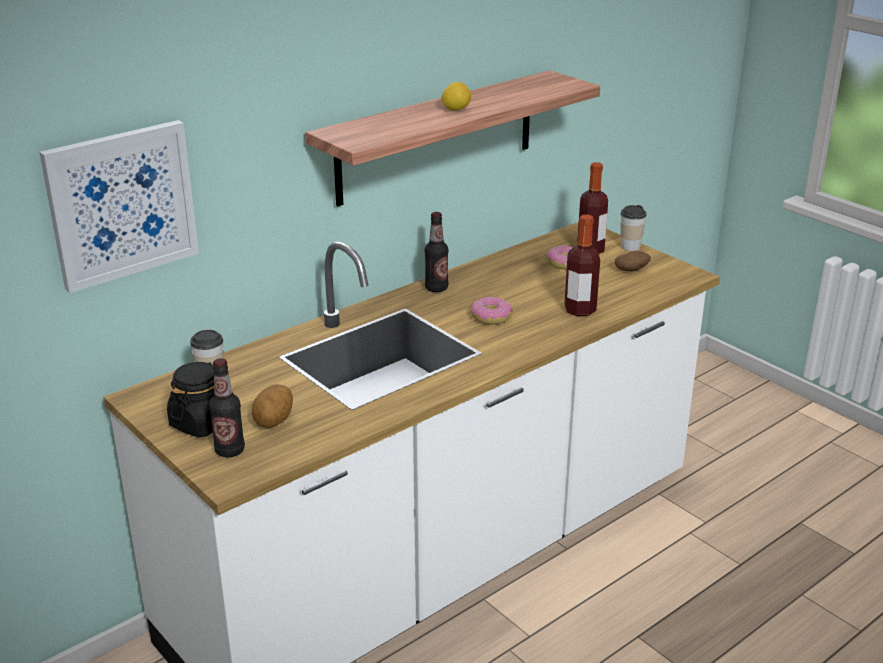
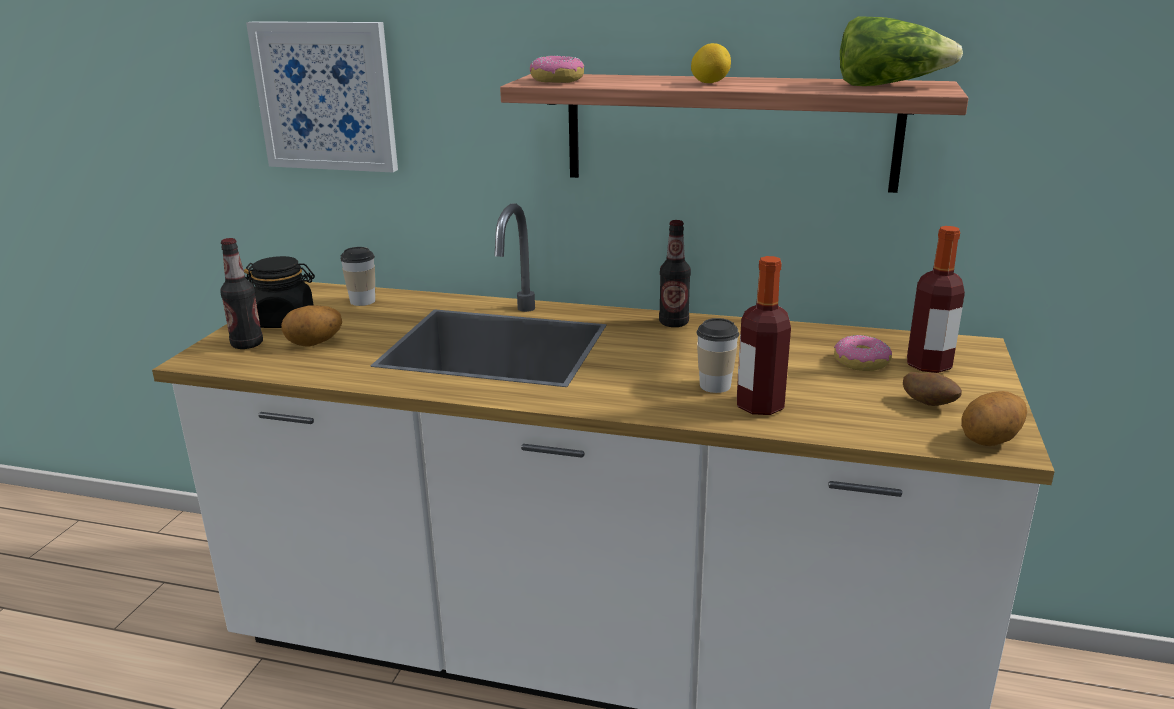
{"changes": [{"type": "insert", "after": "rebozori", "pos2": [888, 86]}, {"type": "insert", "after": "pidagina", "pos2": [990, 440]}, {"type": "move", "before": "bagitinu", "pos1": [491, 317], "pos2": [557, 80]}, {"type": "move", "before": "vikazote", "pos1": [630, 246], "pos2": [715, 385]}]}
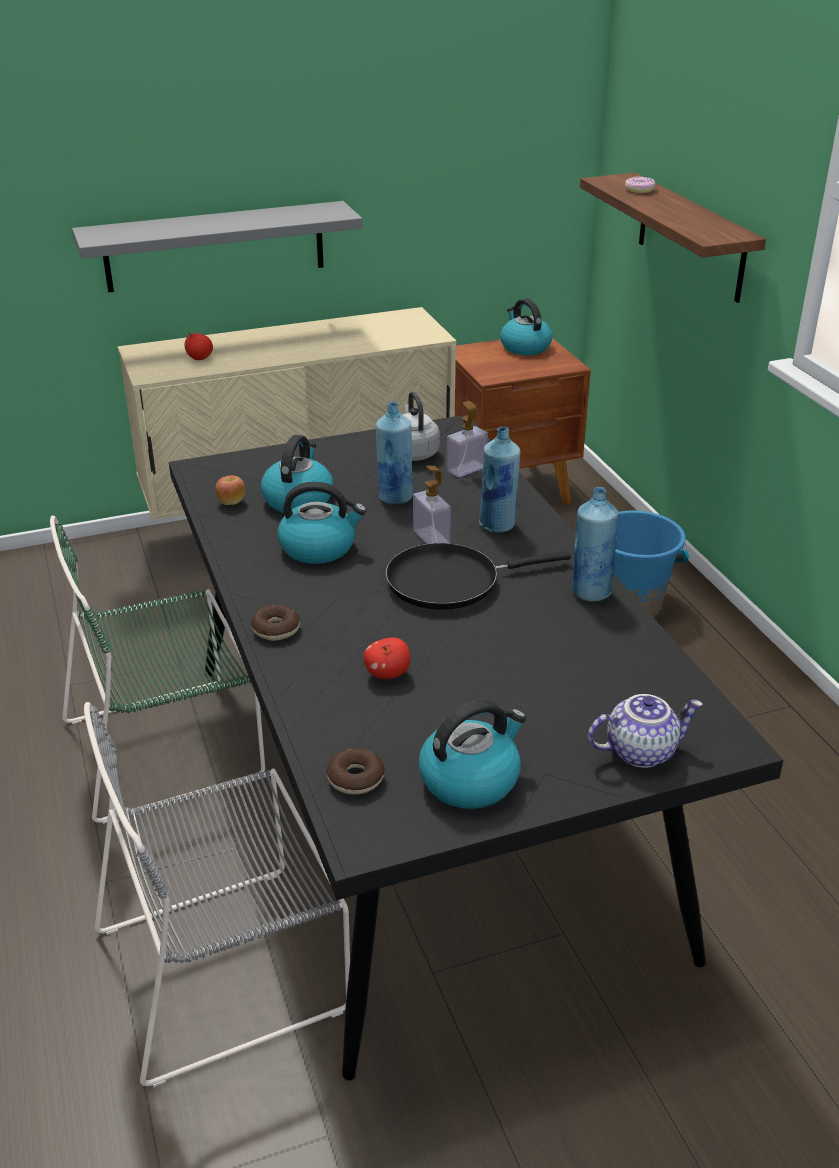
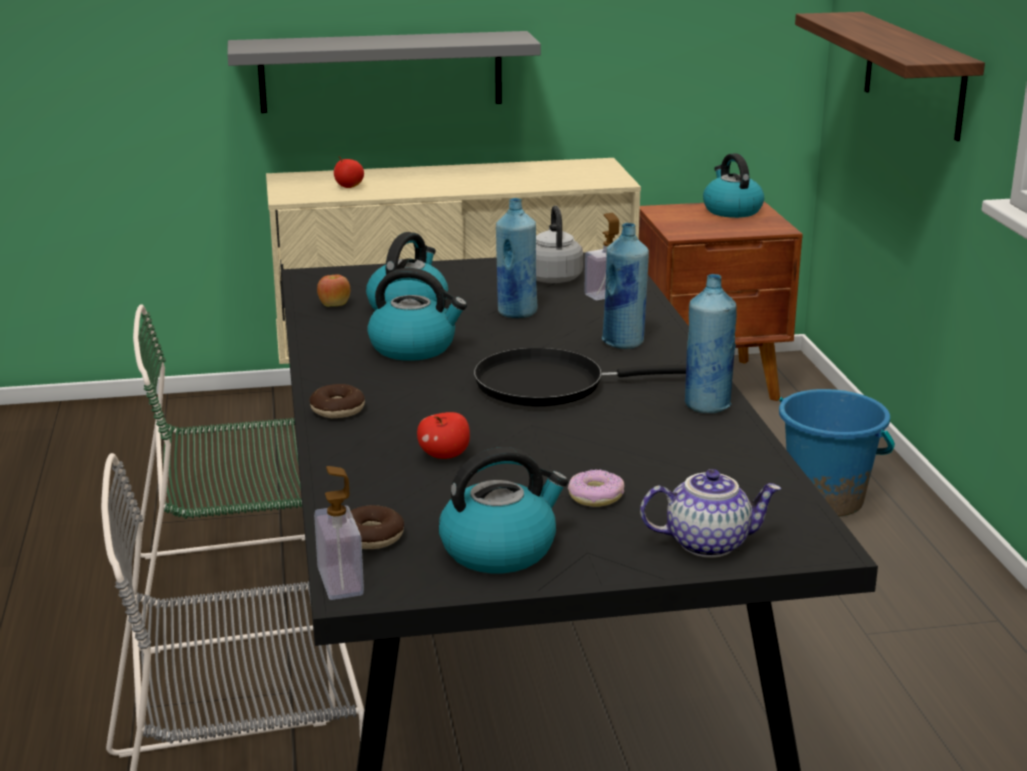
{"changes": [{"type": "move", "before": "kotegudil", "pos1": [431, 537], "pos2": [340, 582]}, {"type": "move", "before": "bagitinu", "pos1": [639, 190], "pos2": [595, 496]}]}
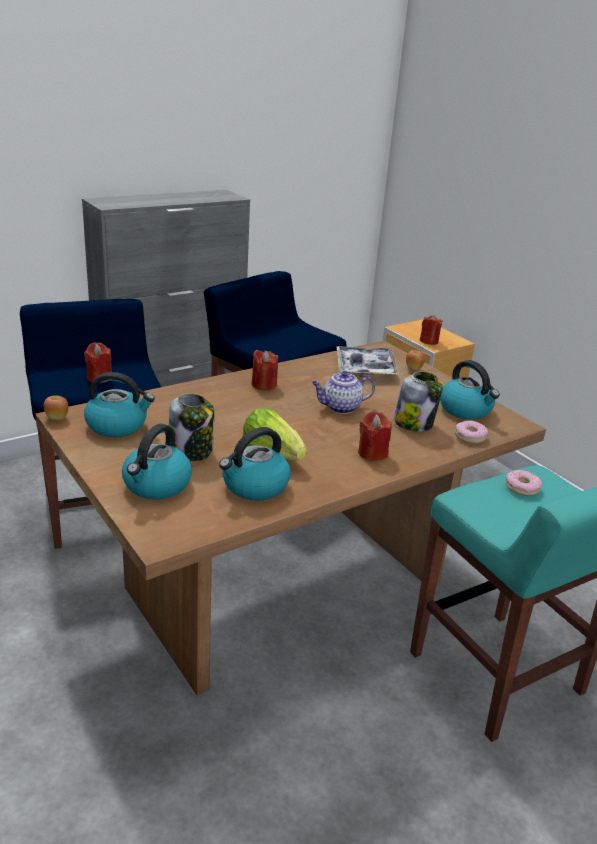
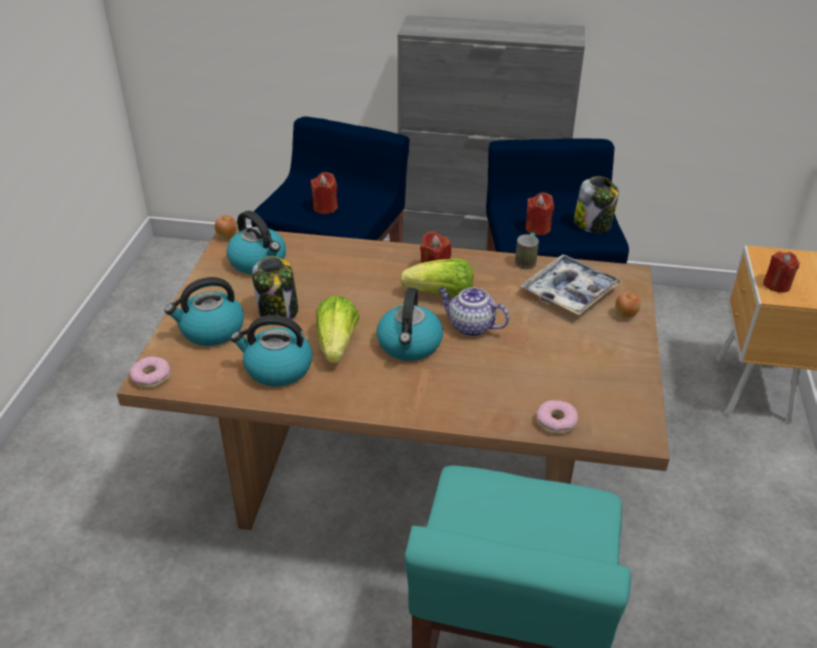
{"changes": [{"type": "insert", "after": "rebozori", "pos2": [441, 295]}, {"type": "insert", "after": "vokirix", "pos2": [526, 261]}, {"type": "move", "before": "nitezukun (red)", "pos1": [372, 453], "pos2": [538, 228]}, {"type": "move", "before": "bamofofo", "pos1": [414, 423], "pos2": [593, 224]}, {"type": "move", "before": "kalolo", "pos1": [466, 410], "pos2": [409, 345]}, {"type": "move", "before": "bagitinu", "pos1": [522, 487], "pos2": [151, 377]}]}
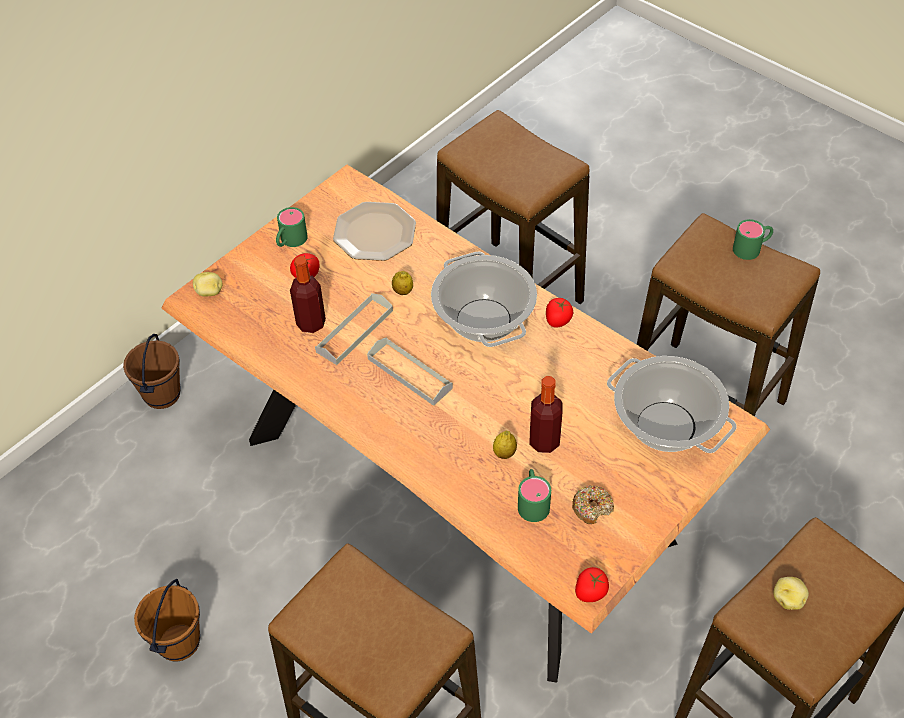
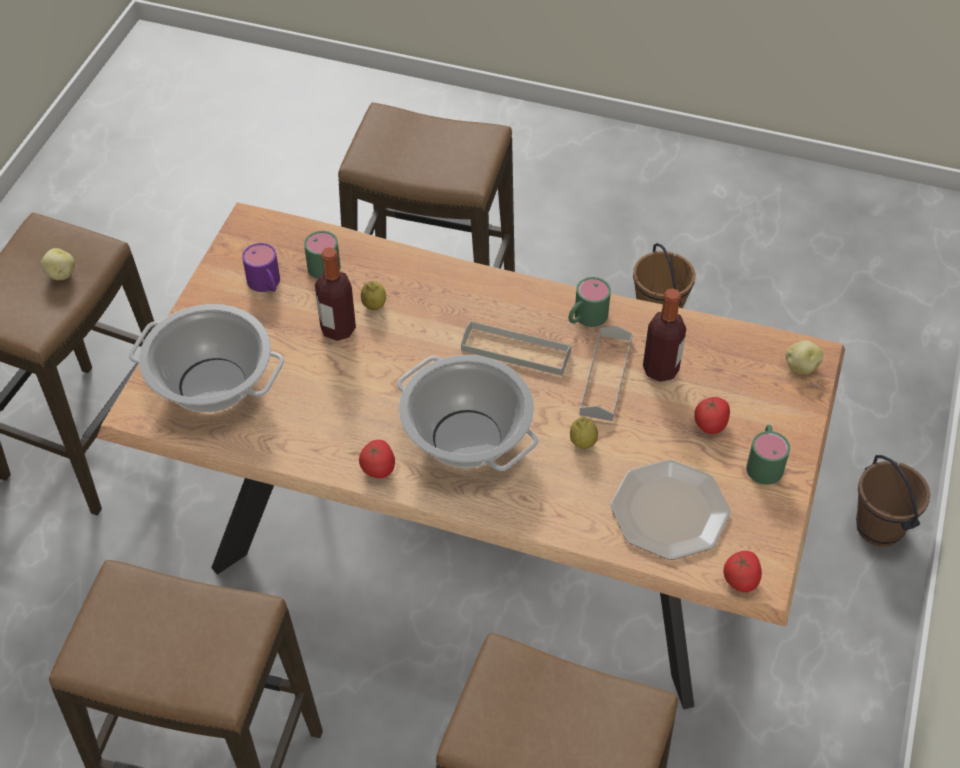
{"changes": [{"type": "move", "before": "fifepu", "pos1": [590, 592], "pos2": [740, 579]}, {"type": "move", "before": "vokirix (green)", "pos1": [752, 248], "pos2": [585, 318]}, {"type": "replace", "before": "bagitinu", "after": "vokirix (purple)", "pos1": [592, 508], "pos2": [266, 285]}]}
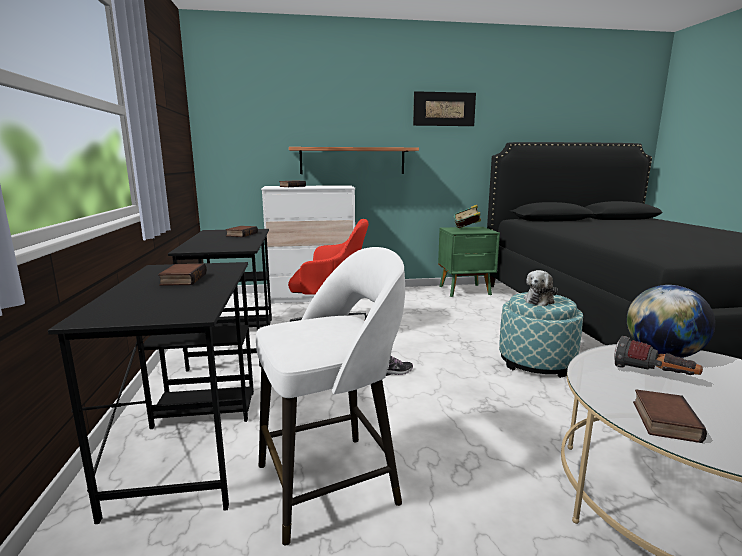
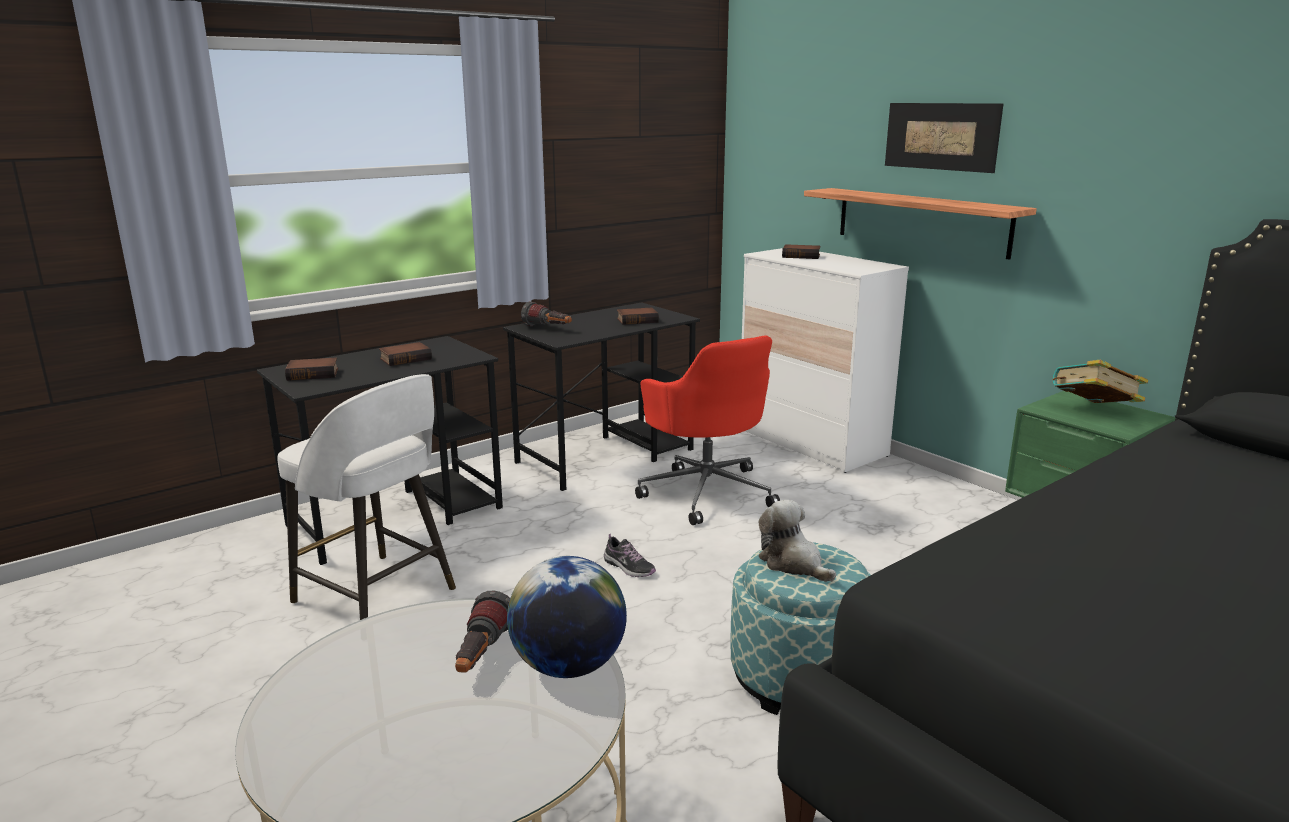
{"changes": [{"type": "insert", "after": "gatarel", "pos2": [548, 329]}, {"type": "move", "before": "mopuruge", "pos1": [444, 109], "pos2": [941, 136]}, {"type": "move", "before": "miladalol", "pos1": [662, 420], "pos2": [314, 374]}, {"type": "rotate", "before": "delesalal", "pos1": [539, 300], "pos2": [793, 563], "turn": 45}]}
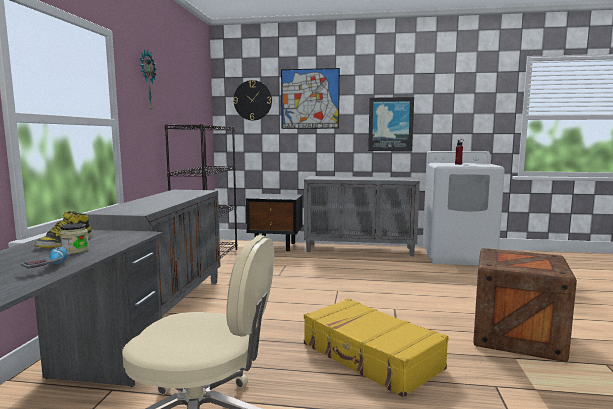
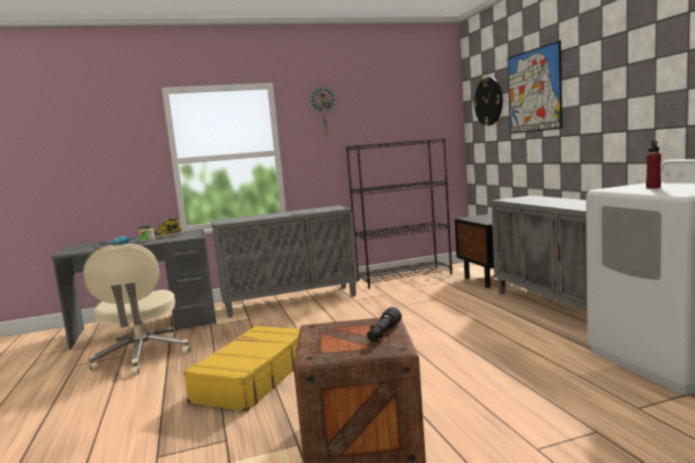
{"changes": [{"type": "delete", "before": "mopuruge", "pos1": [390, 124]}, {"type": "insert", "after": "gatarel (black)", "pos2": [383, 334]}]}
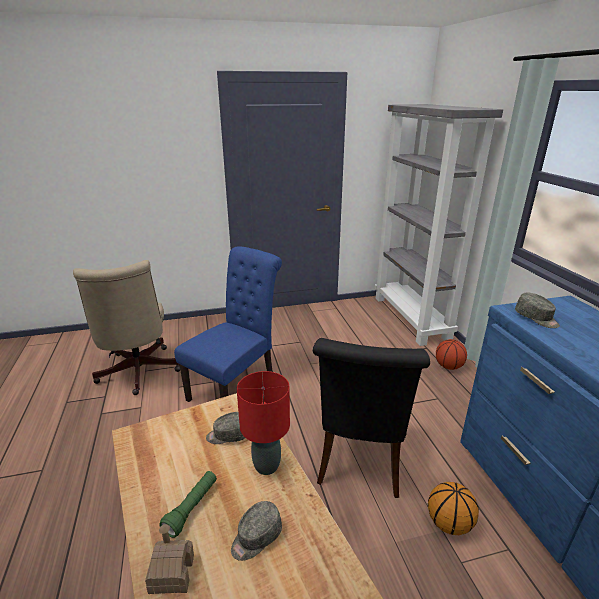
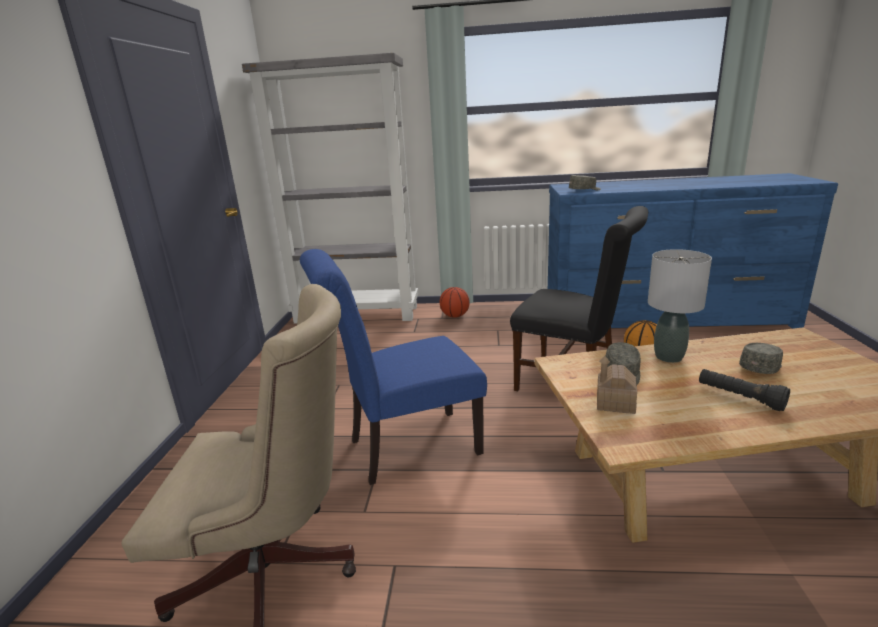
{"changes": [{"type": "move", "before": "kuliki", "pos1": [172, 573], "pos2": [615, 402]}, {"type": "recolor", "before": "gatarel (green)", "after": "gatarel (black)", "pos1": [192, 508], "pos2": [739, 398]}, {"type": "recolor", "before": "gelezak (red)", "after": "gelezak (grey)", "pos1": [266, 465], "pos2": [668, 357]}, {"type": "rotate", "before": "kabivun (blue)", "pos1": [236, 387], "pos2": [406, 448], "turn": -75}, {"type": "rotate", "before": "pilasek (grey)", "pos1": [256, 537], "pos2": [761, 367], "turn": -105}]}
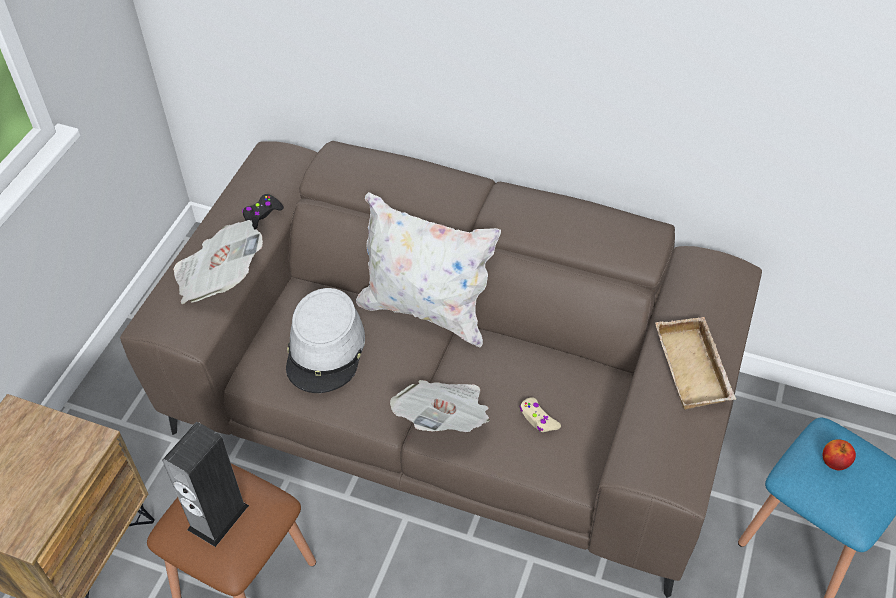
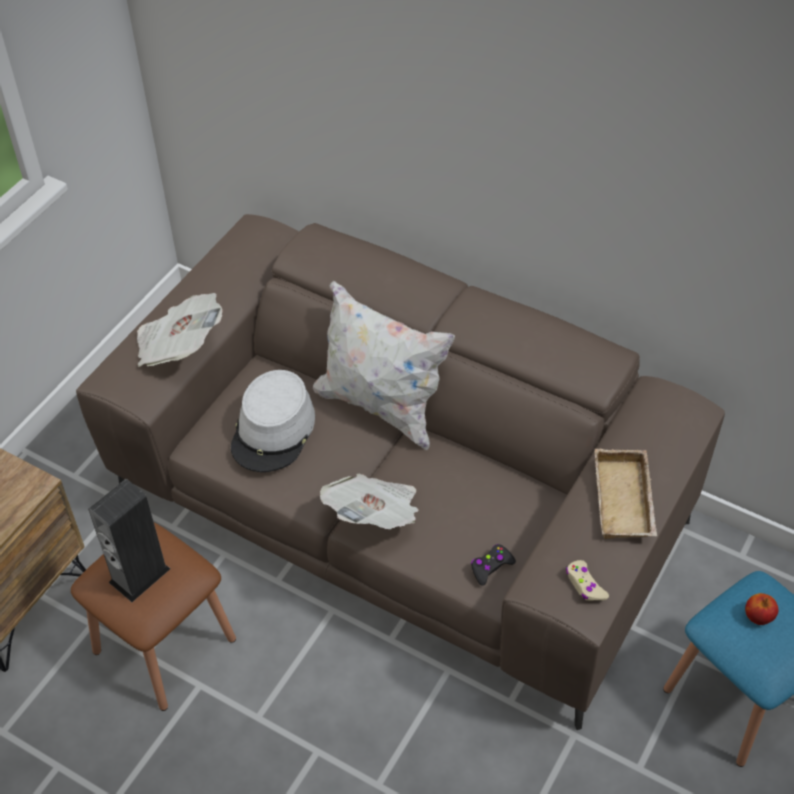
{"changes": [{"type": "move", "before": "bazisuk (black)", "pos1": [262, 214], "pos2": [491, 567]}, {"type": "move", "before": "bazisuk (beige)", "pos1": [538, 419], "pos2": [585, 585]}]}
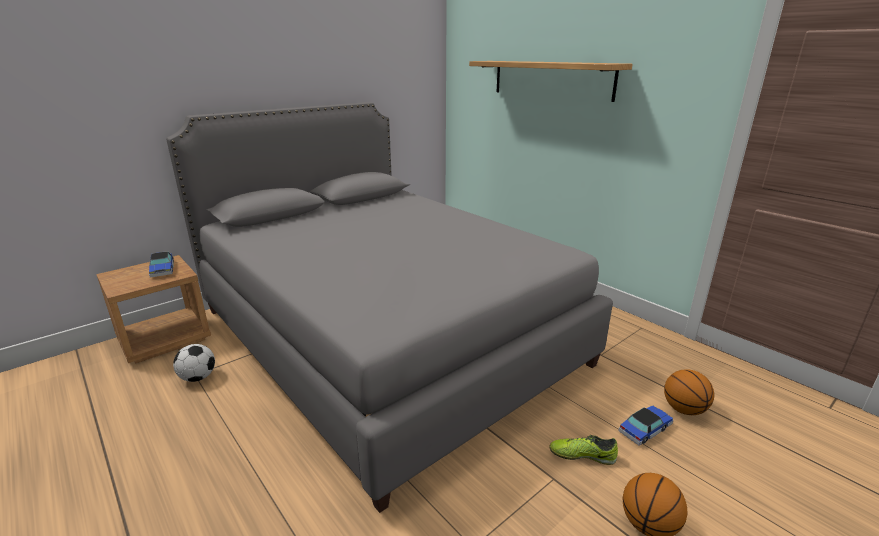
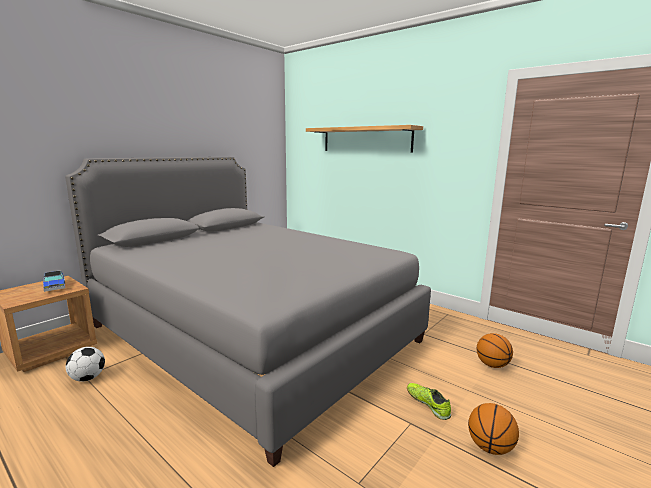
{"changes": [{"type": "delete", "before": "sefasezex", "pos1": [645, 429]}, {"type": "rotate", "before": "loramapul", "pos1": [582, 455], "pos2": [428, 404], "turn": 60}]}
